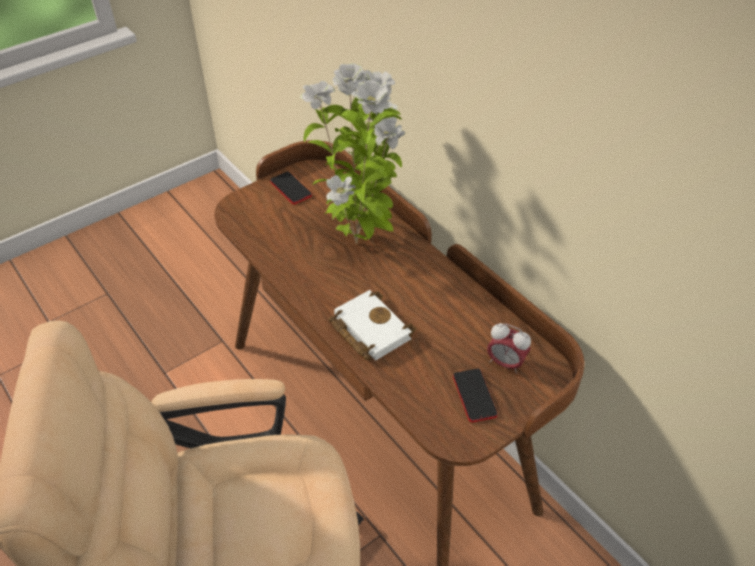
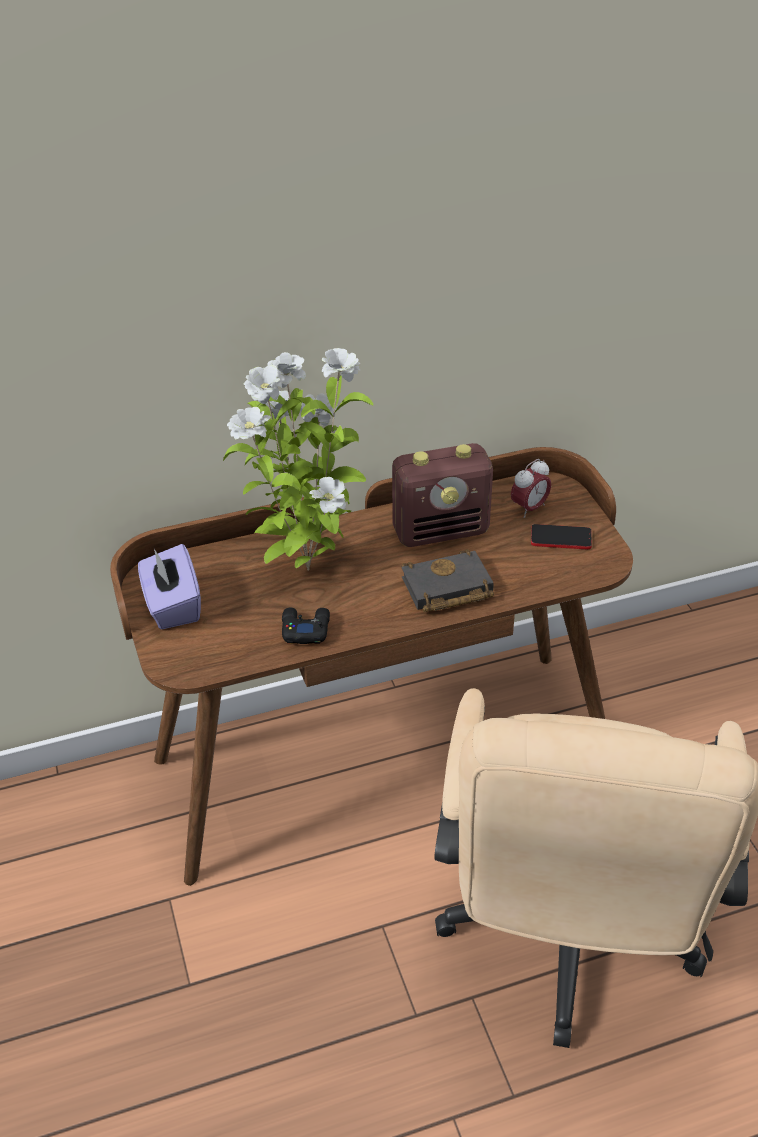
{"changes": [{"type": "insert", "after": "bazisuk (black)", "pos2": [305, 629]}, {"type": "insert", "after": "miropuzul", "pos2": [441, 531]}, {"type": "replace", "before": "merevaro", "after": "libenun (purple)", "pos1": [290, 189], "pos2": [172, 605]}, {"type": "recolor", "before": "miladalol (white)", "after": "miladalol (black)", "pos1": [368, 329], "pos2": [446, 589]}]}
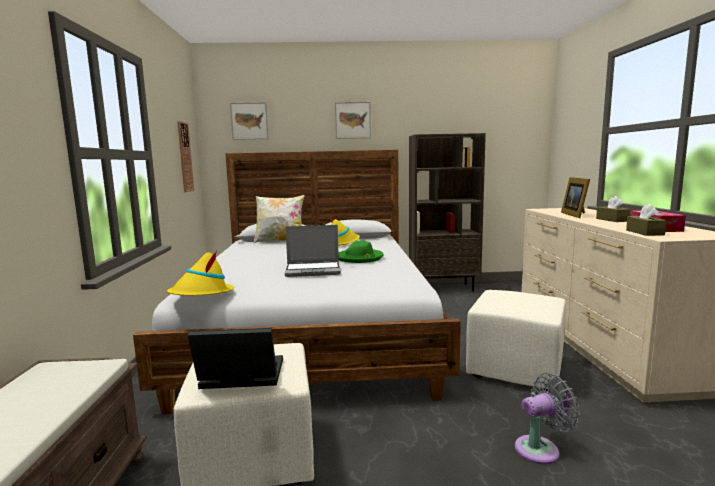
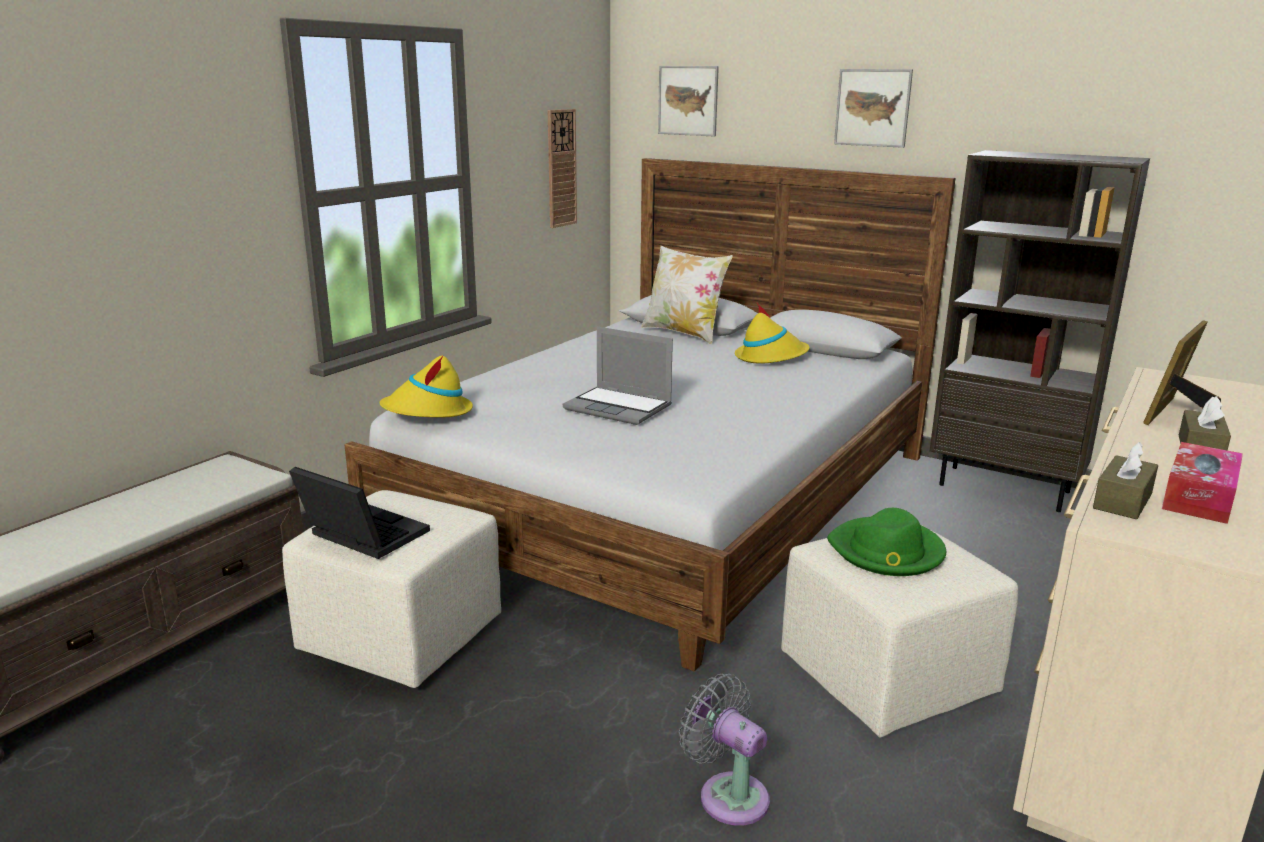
{"changes": [{"type": "move", "before": "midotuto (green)", "pos1": [360, 258], "pos2": [887, 551]}, {"type": "rotate", "before": "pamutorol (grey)", "pos1": [541, 449], "pos2": [728, 794], "turn": -150}]}
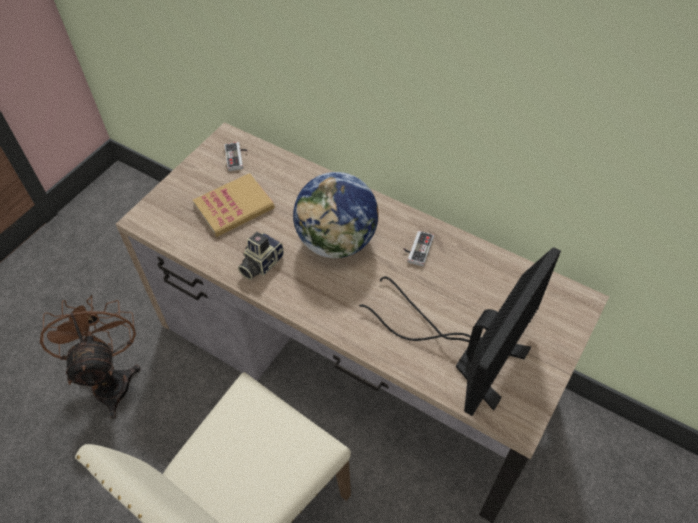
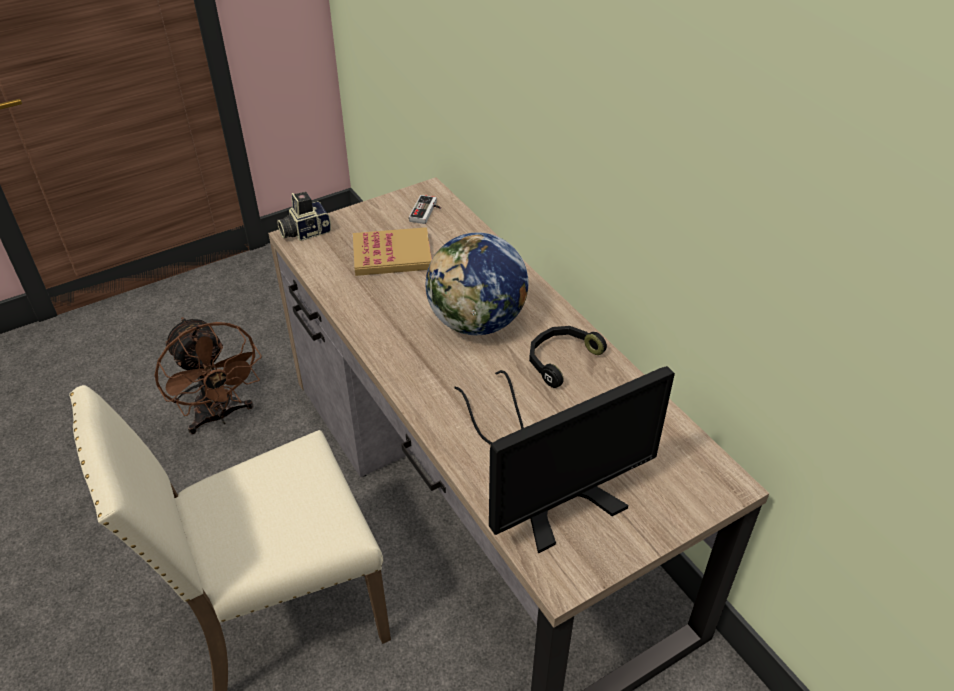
{"changes": [{"type": "move", "before": "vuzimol", "pos1": [260, 264], "pos2": [305, 231]}, {"type": "replace", "before": "bazisuk", "after": "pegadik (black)", "pos1": [416, 249], "pos2": [560, 359]}, {"type": "rotate", "before": "pamutorol (brown)", "pos1": [111, 379], "pos2": [220, 416], "turn": 135}]}
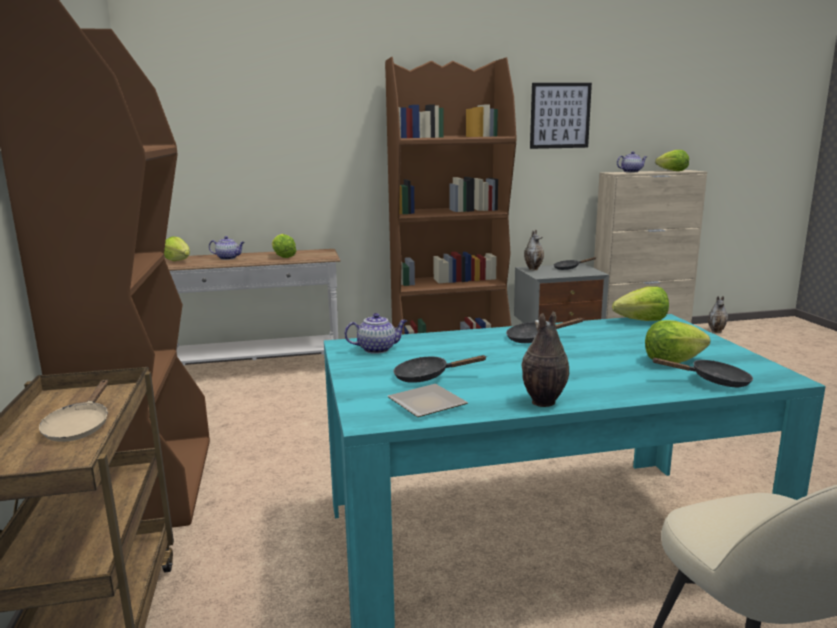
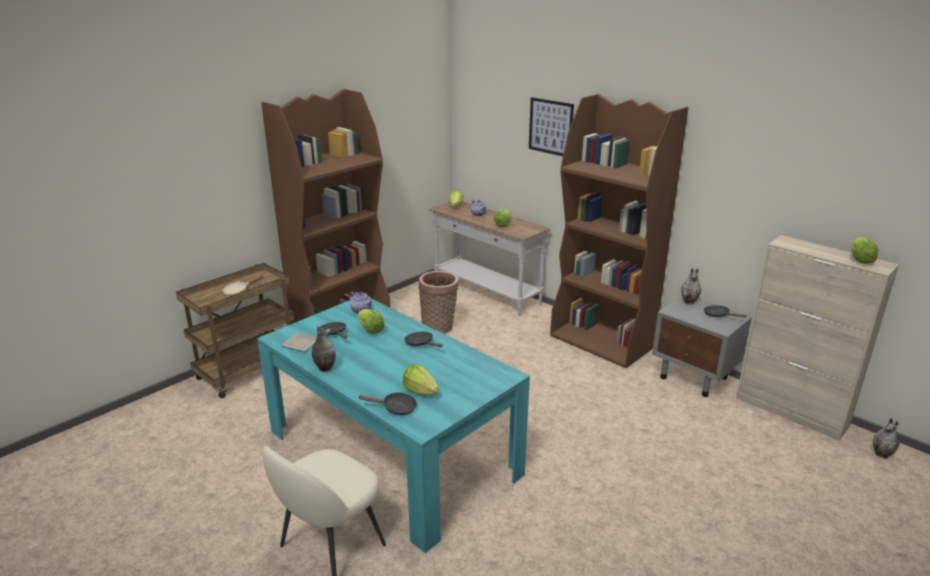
{"changes": [{"type": "delete", "before": "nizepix", "pos1": [631, 172]}, {"type": "insert", "after": "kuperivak", "pos2": [439, 327]}, {"type": "move", "before": "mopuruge", "pos1": [560, 115], "pos2": [550, 127]}, {"type": "move", "before": "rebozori", "pos1": [642, 321], "pos2": [370, 330]}, {"type": "rotate", "before": "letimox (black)", "pos1": [713, 381], "pos2": [396, 408], "turn": -60}]}
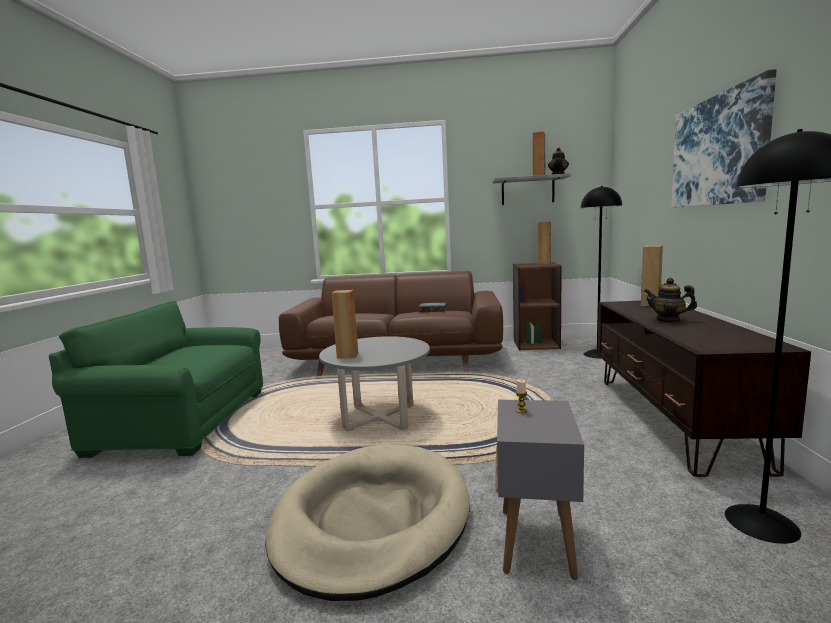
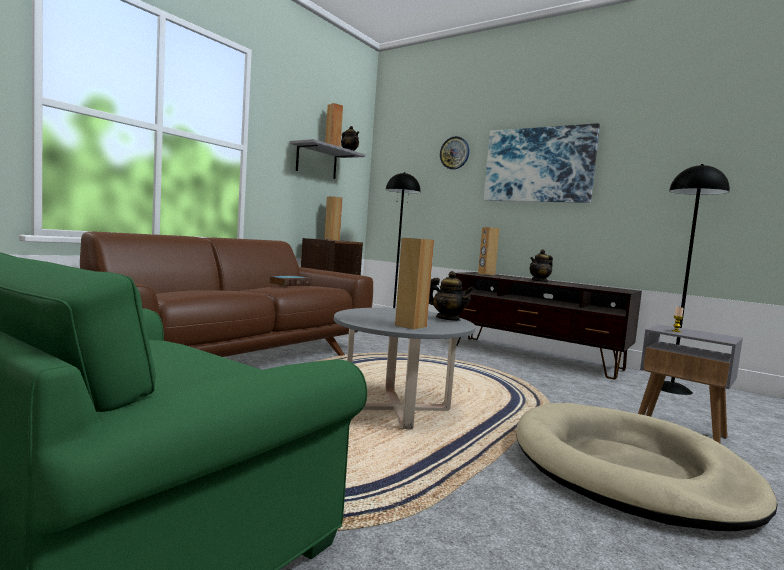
{"changes": [{"type": "insert", "after": "nizepix", "pos2": [448, 319]}, {"type": "insert", "after": "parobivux", "pos2": [454, 153]}]}
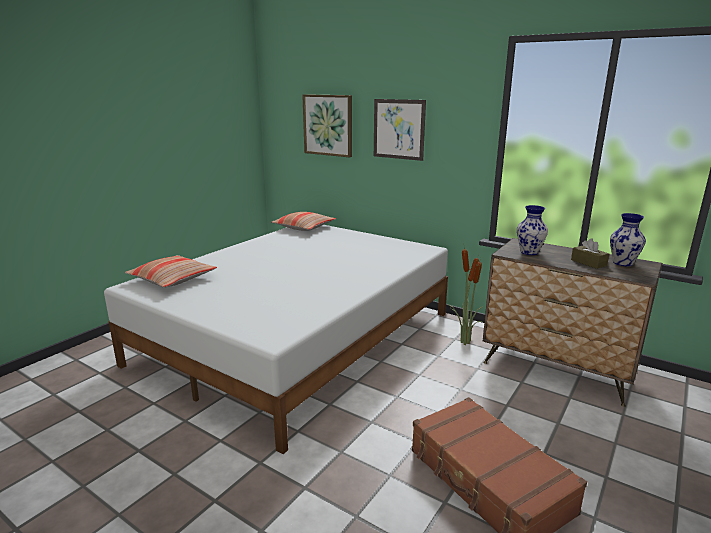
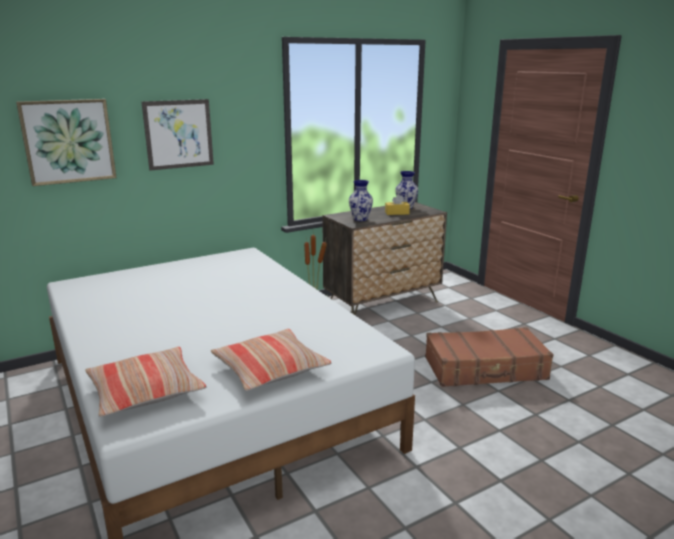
{"changes": [{"type": "move", "before": "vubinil", "pos1": [304, 227], "pos2": [270, 369]}, {"type": "recolor", "before": "libenun (brown)", "after": "libenun (yellow)", "pos1": [588, 263], "pos2": [397, 213]}]}
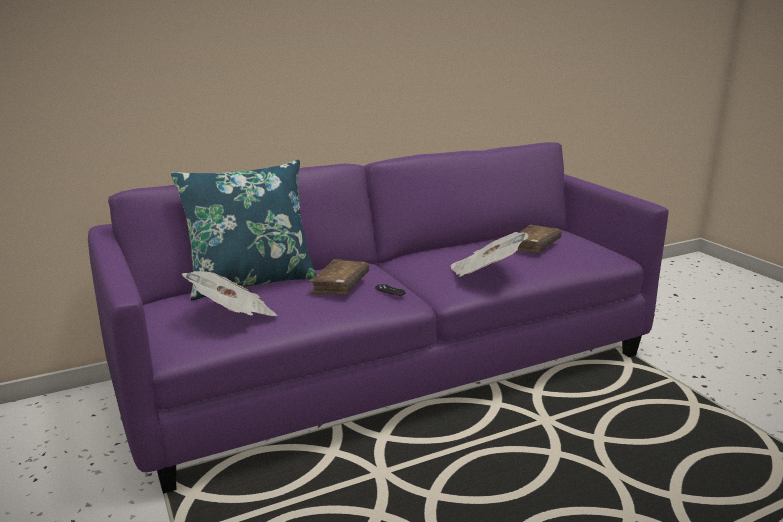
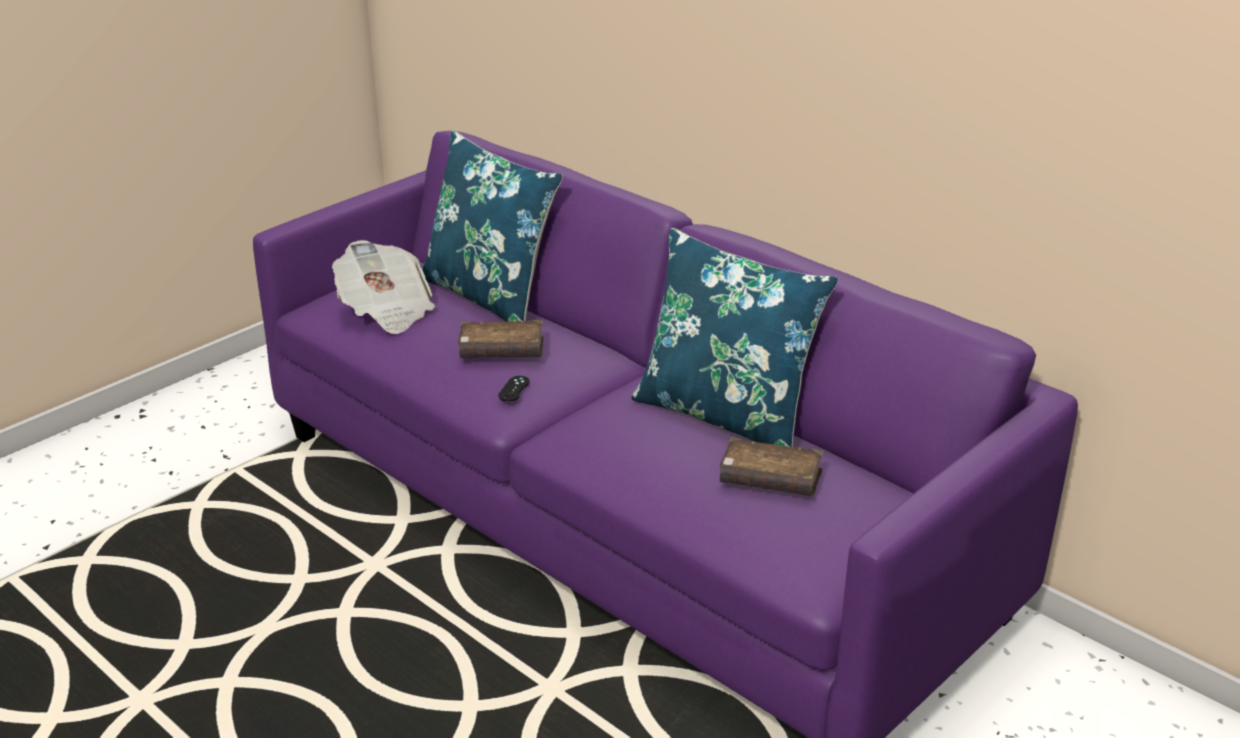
{"changes": [{"type": "delete", "before": "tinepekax", "pos1": [485, 273]}, {"type": "insert", "after": "vubinil (blue)", "pos2": [726, 415]}]}
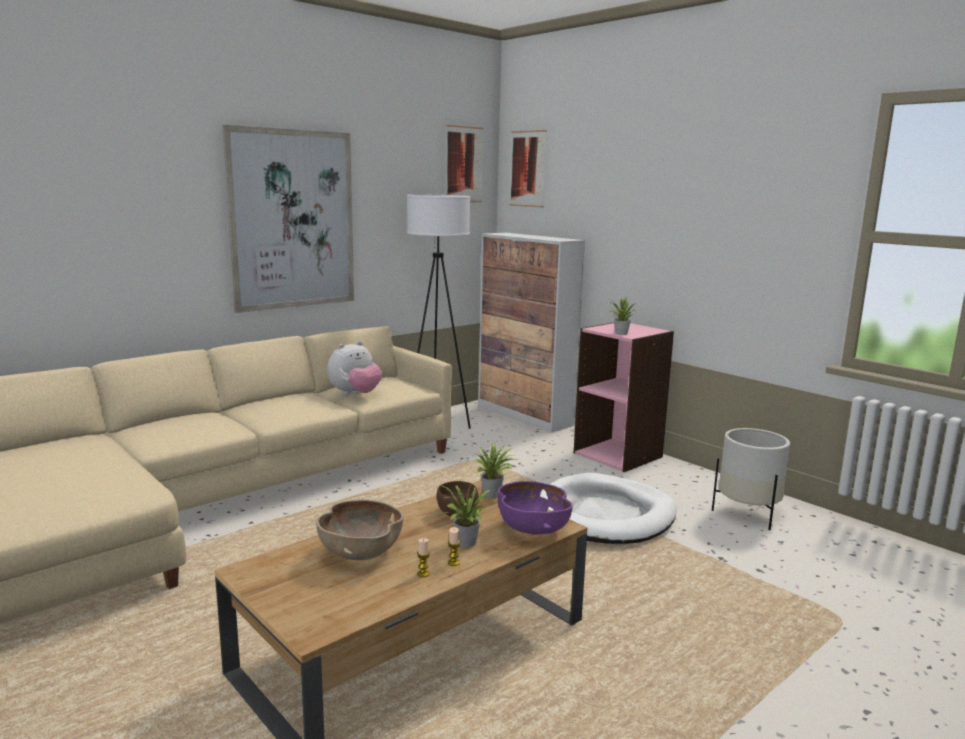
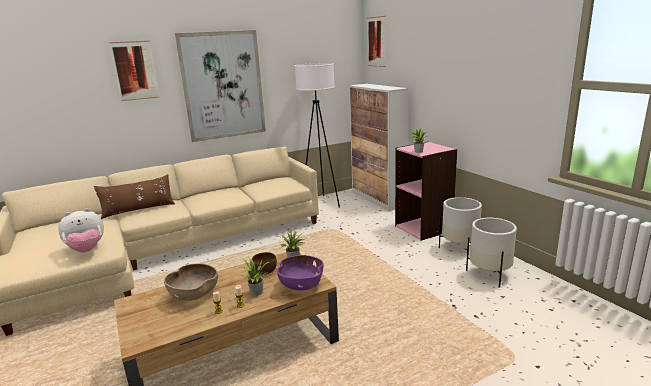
{"changes": [{"type": "delete", "before": "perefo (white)", "pos1": [605, 515]}, {"type": "insert", "after": "vubinil (brown)", "pos2": [138, 210]}, {"type": "insert", "after": "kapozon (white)", "pos2": [459, 248]}, {"type": "move", "before": "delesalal", "pos1": [355, 394], "pos2": [86, 250]}, {"type": "move", "before": "mopuruge", "pos1": [463, 164], "pos2": [135, 71]}]}
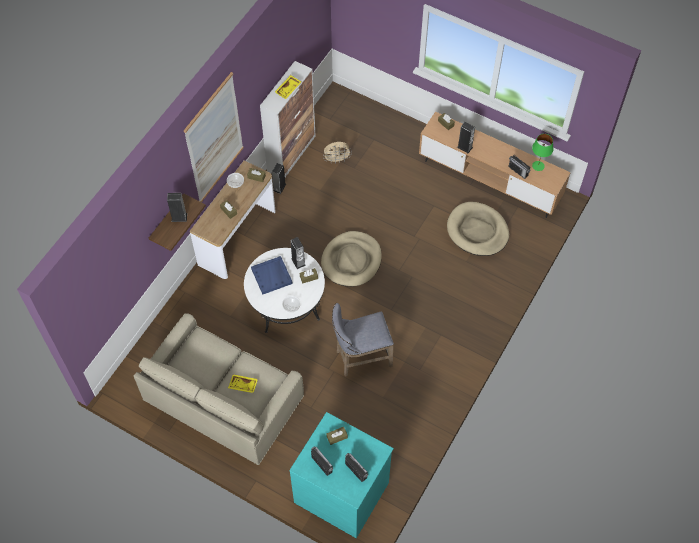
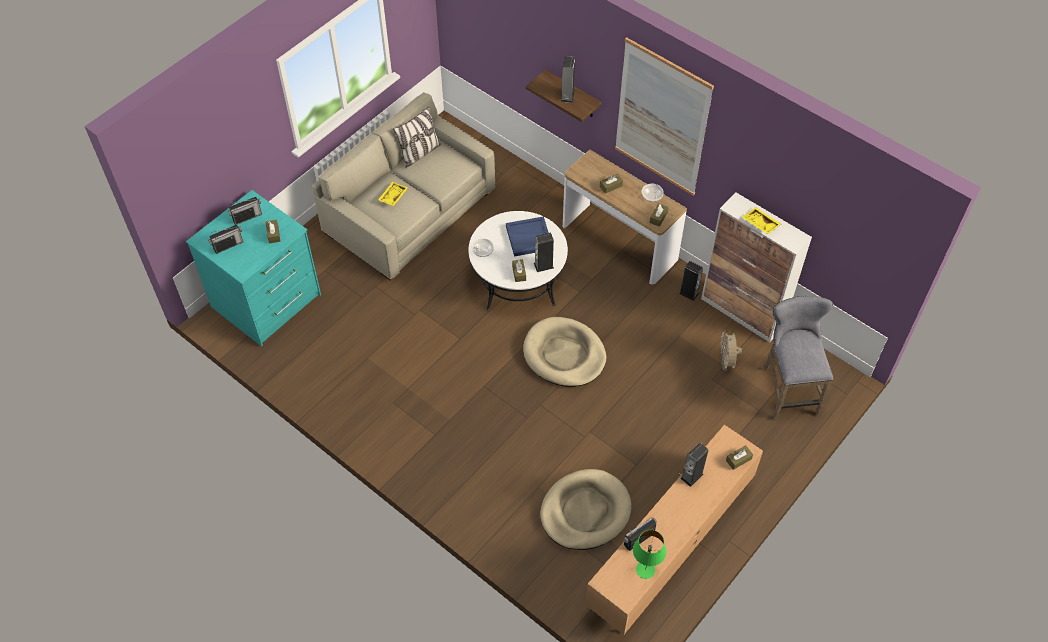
{"changes": [{"type": "insert", "after": "vubinil", "pos2": [420, 153]}, {"type": "move", "before": "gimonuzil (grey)", "pos1": [360, 358], "pos2": [788, 387]}]}
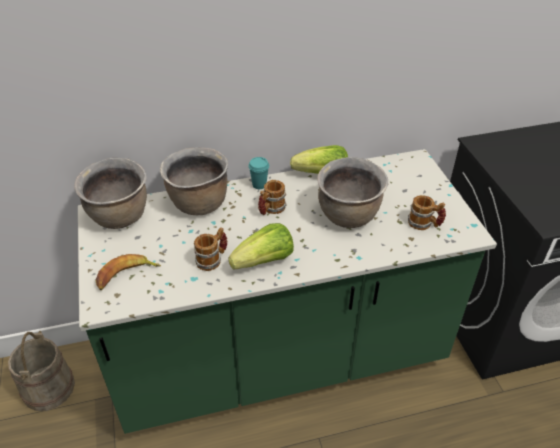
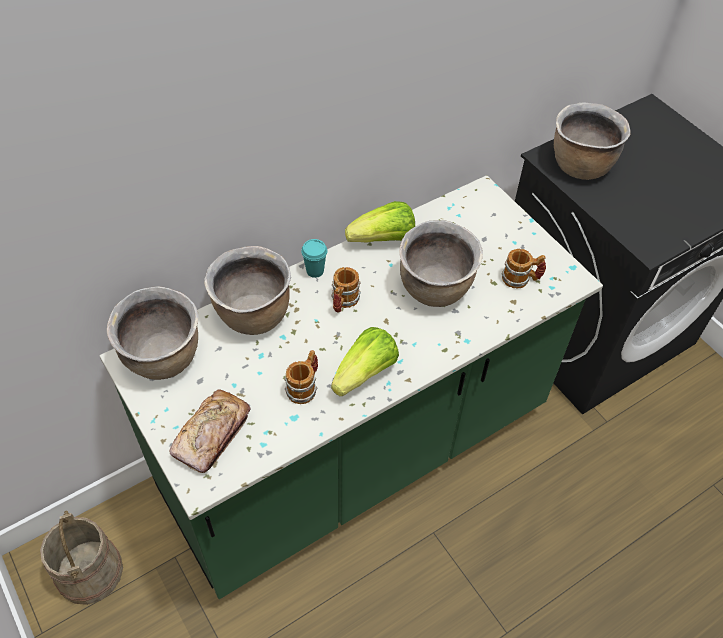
{"changes": [{"type": "insert", "after": "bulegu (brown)", "pos2": [580, 165]}, {"type": "replace", "before": "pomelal", "after": "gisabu", "pos1": [126, 275], "pos2": [212, 435]}]}
